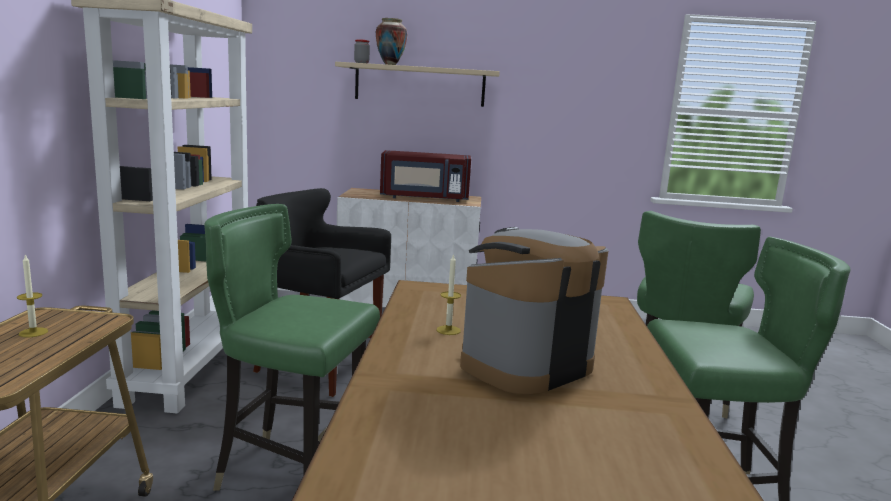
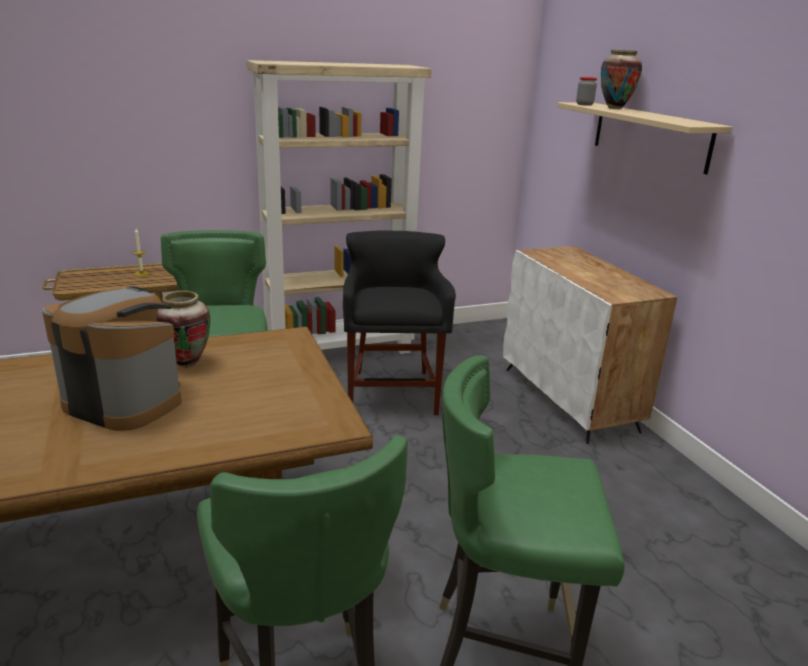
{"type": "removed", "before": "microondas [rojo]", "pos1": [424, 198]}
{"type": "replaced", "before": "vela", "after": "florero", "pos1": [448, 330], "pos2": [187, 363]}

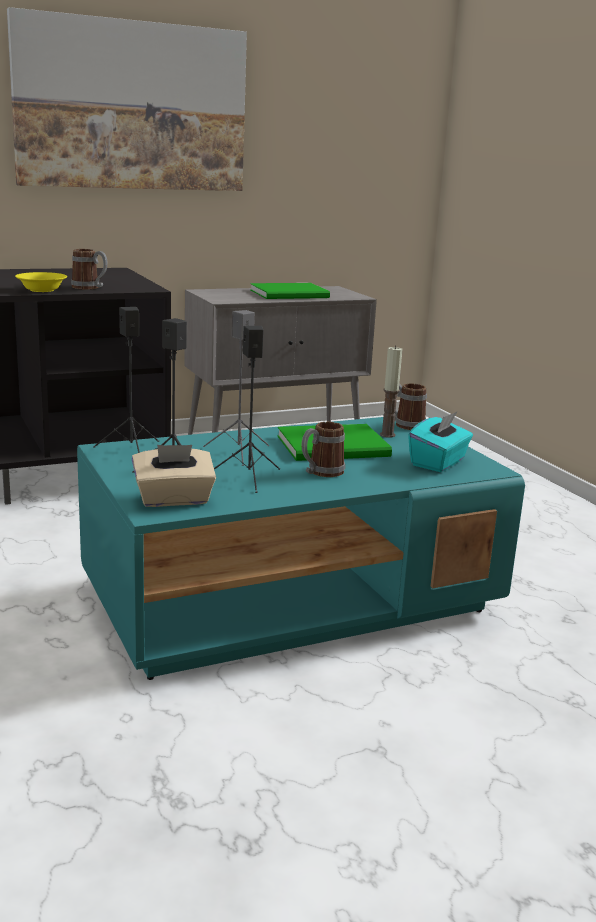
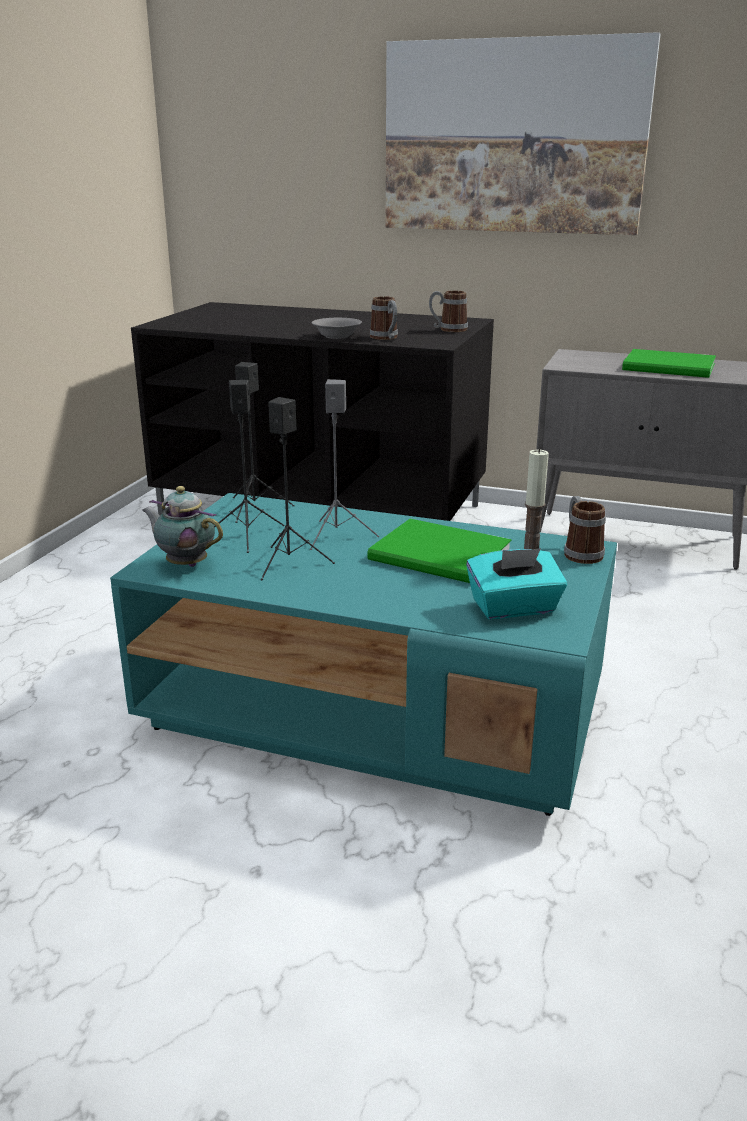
{"type": "recoloured", "before": "cuenco [amarillo]", "after": "cuenco [gris]", "pos1": [42, 290], "pos2": [336, 336]}
{"type": "replaced", "before": "caja de pañuelos [beis]", "after": "tetera", "pos1": [173, 499], "pos2": [185, 564]}
{"type": "moved", "before": "taza grande", "pos1": [321, 473], "pos2": [448, 329]}

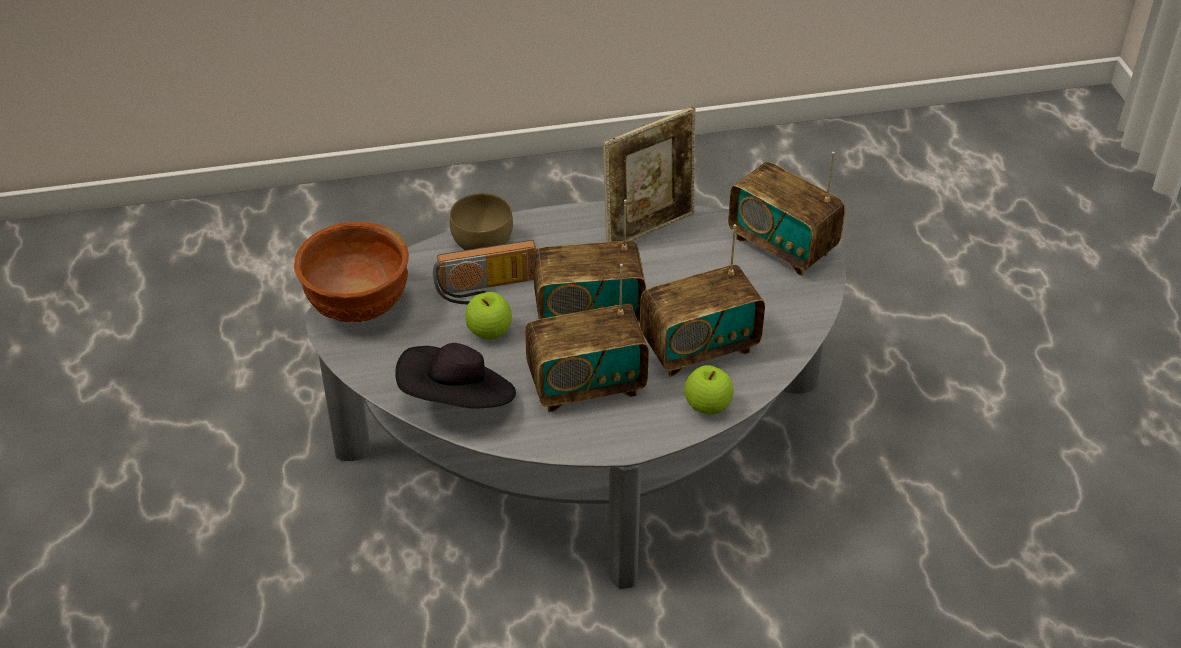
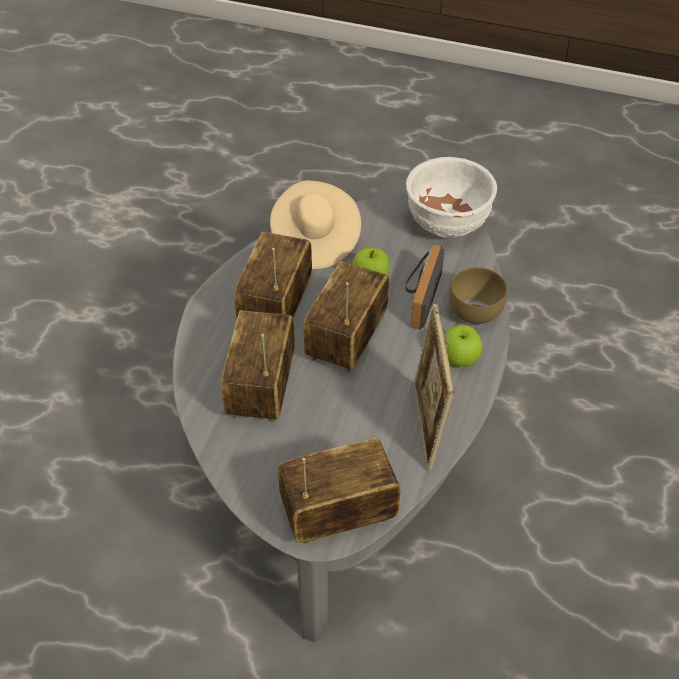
{"type": "recoloured", "before": "cuenco [marrón]", "after": "cuenco [blanco]", "pos1": [357, 306], "pos2": [447, 224]}
{"type": "recoloured", "before": "sombrero [negro]", "after": "sombrero [beis]", "pos1": [458, 401], "pos2": [314, 240]}
{"type": "moved", "before": "manzana", "pos1": [707, 406], "pos2": [459, 359]}

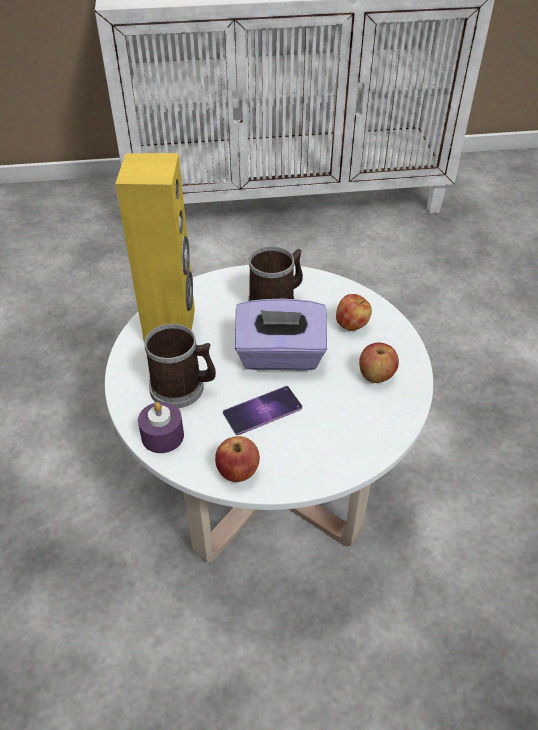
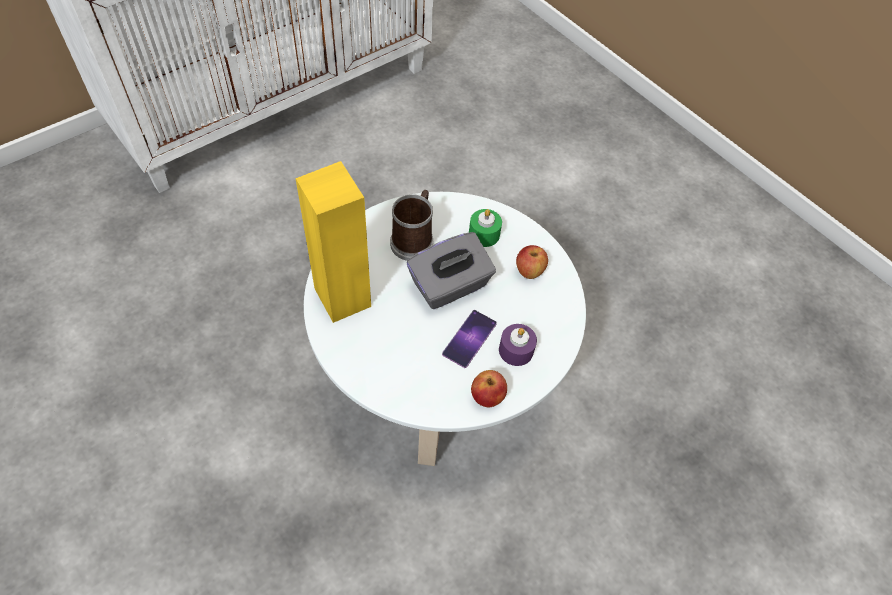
{"type": "moved", "before": "vela [morado]", "pos1": [162, 436], "pos2": [516, 350]}
{"type": "removed", "before": "taza grande", "pos1": [183, 388]}
{"type": "recoloured", "before": "caja de pañuelos [morado]", "after": "caja de pañuelos [gris]", "pos1": [280, 356], "pos2": [450, 286]}
{"type": "replaced", "before": "manzana", "after": "vela [verde]", "pos1": [352, 325], "pos2": [484, 234]}

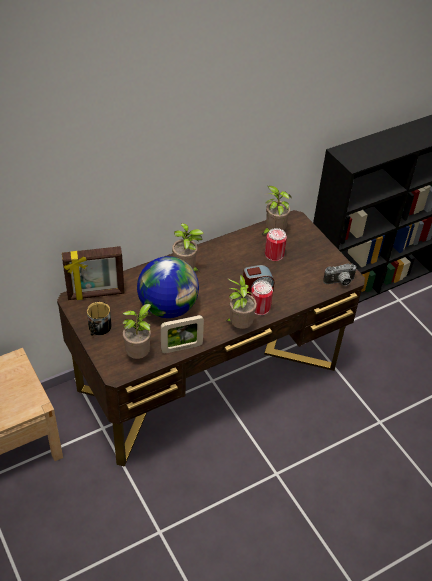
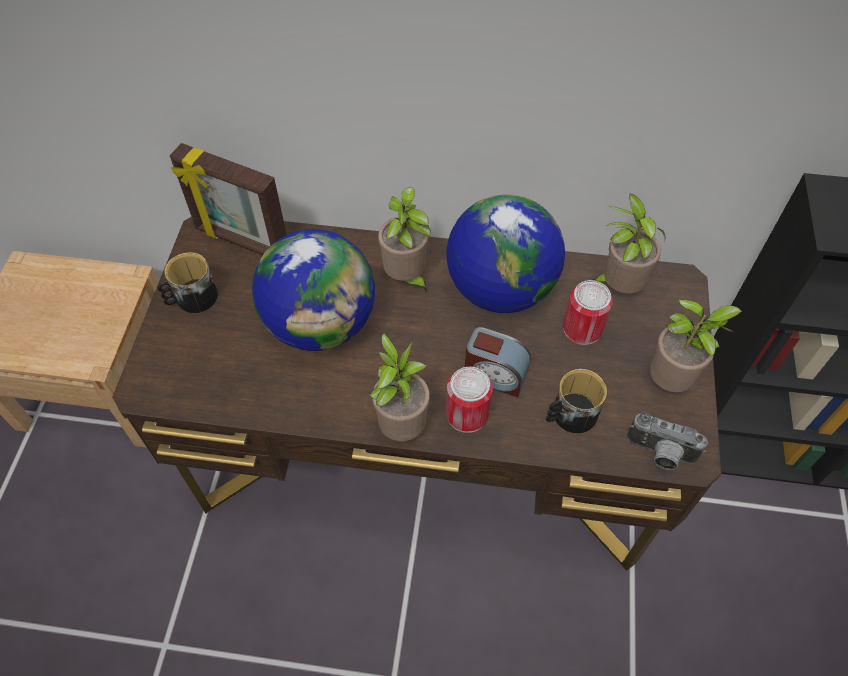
{"type": "moved", "before": "planta en maceta", "pos1": [139, 355], "pos2": [671, 382]}
{"type": "removed", "before": "portarretratos", "pos1": [181, 348]}
{"type": "added", "after": "globo terráqueo", "pos2": [499, 289]}
{"type": "added", "after": "taza grande", "pos2": [569, 415]}

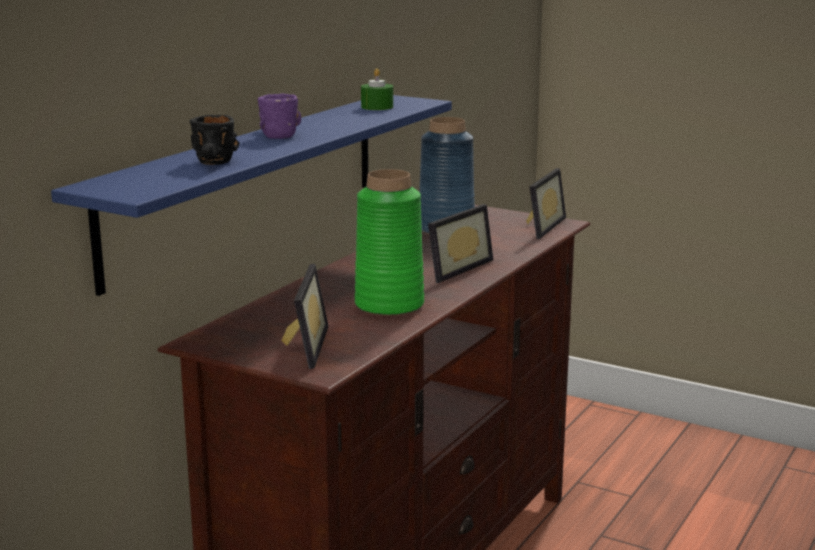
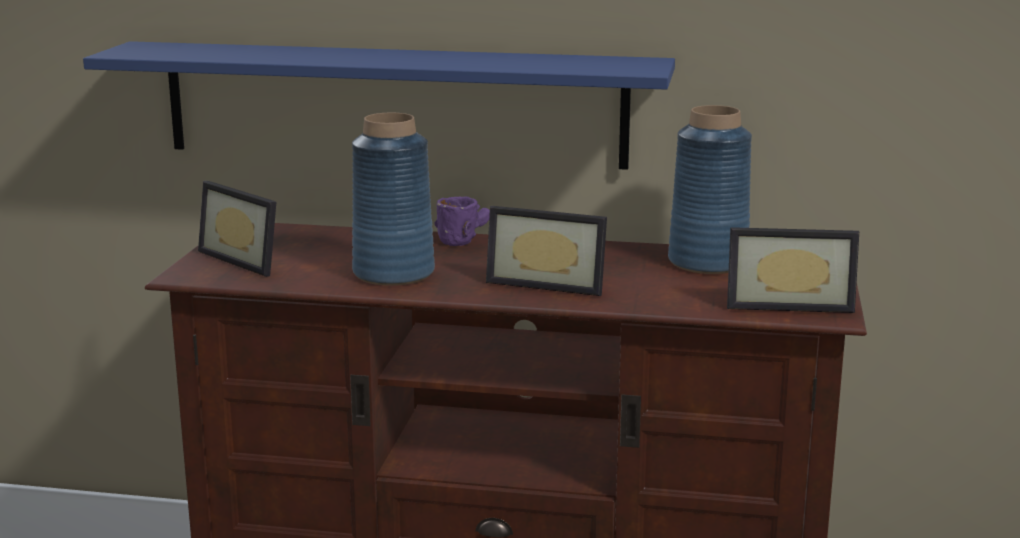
{"type": "removed", "before": "taza grande [negro]", "pos1": [215, 164]}
{"type": "moved", "before": "taza grande [morado]", "pos1": [273, 134], "pos2": [464, 238]}
{"type": "turned", "before": "portarretratos", "pos1": [301, 347], "pos2": [248, 259], "turn": 60}
{"type": "recoloured", "before": "florero [verde]", "after": "florero [azul]", "pos1": [389, 305], "pos2": [393, 273]}
{"type": "removed", "before": "vela [verde]", "pos1": [377, 107]}

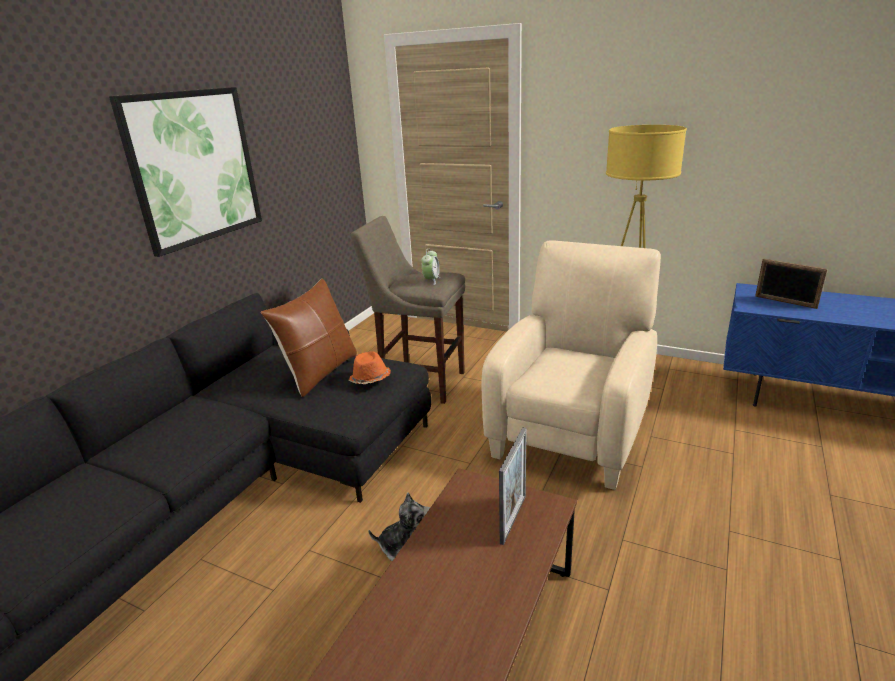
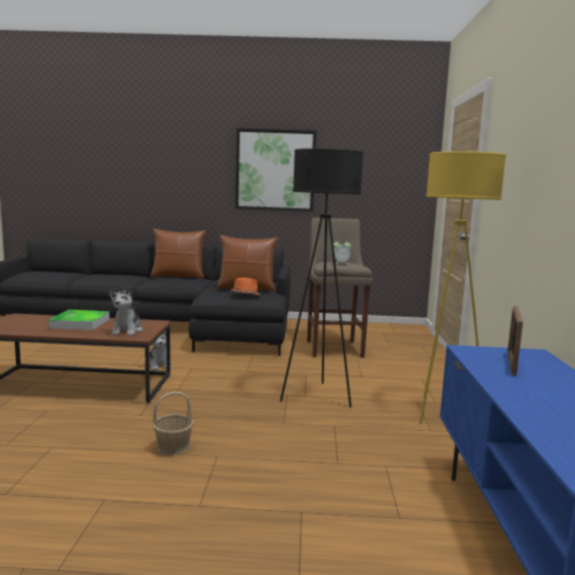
{"type": "replaced", "before": "sillón [beis]", "after": "lámpara de pie [negro]", "pos1": [573, 429], "pos2": [316, 397]}
{"type": "replaced", "before": "portarretratos", "after": "peluche", "pos1": [513, 519], "pos2": [127, 331]}
{"type": "added", "after": "bandeja", "pos2": [80, 323]}
{"type": "added", "after": "cojín [marrón]", "pos2": [178, 277]}
{"type": "added", "after": "cesta", "pos2": [173, 447]}

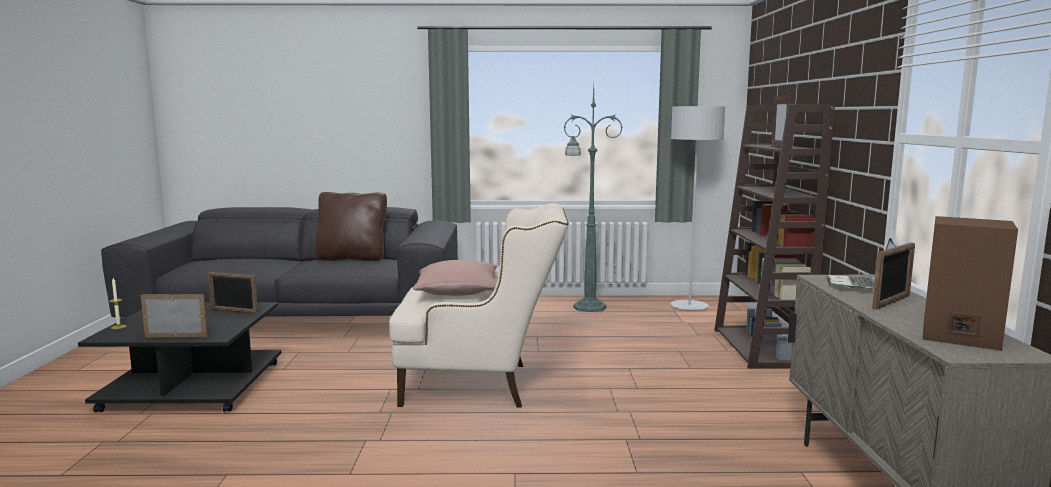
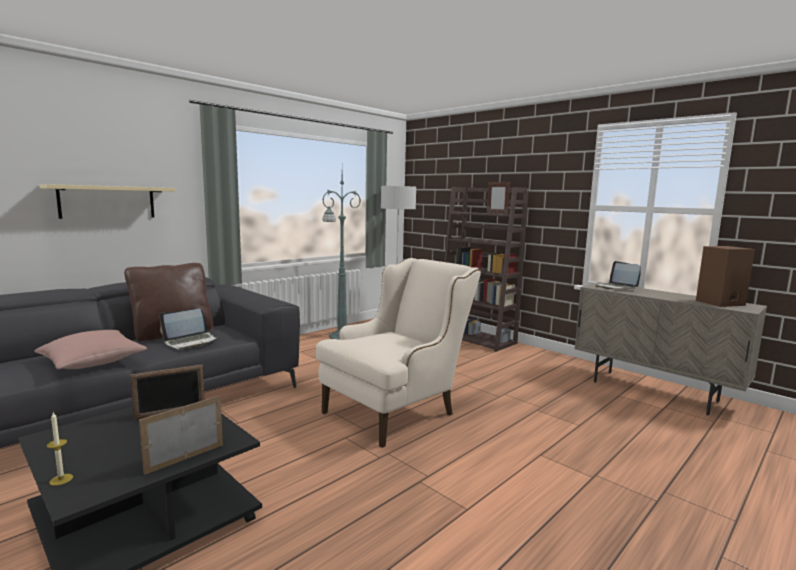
{"type": "moved", "before": "cojín [rosa]", "pos1": [457, 292], "pos2": [92, 362]}
{"type": "removed", "before": "portarretratos", "pos1": [891, 302]}
{"type": "added", "after": "estante [beis]", "pos2": [107, 202]}
{"type": "added", "after": "portátil", "pos2": [191, 341]}

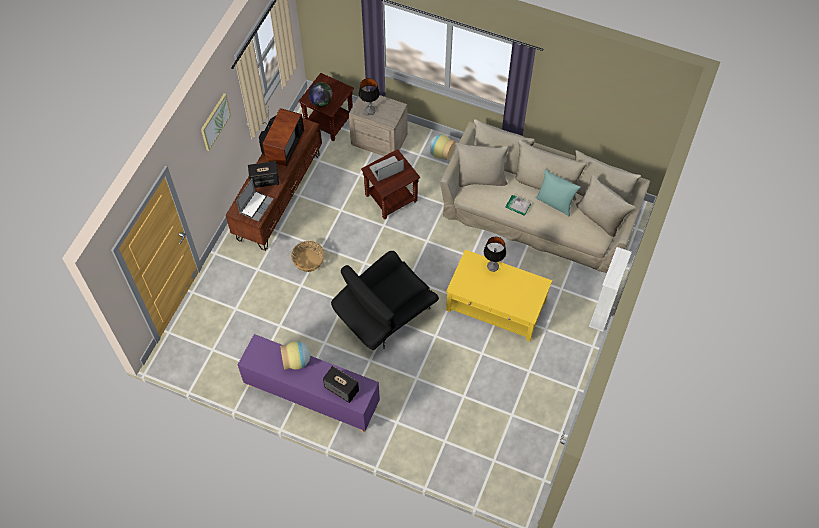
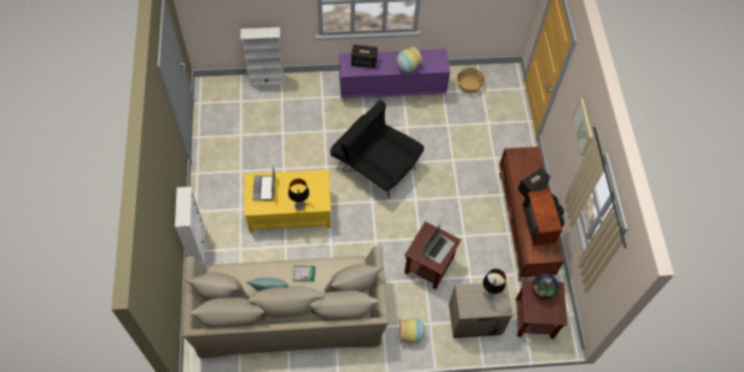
{"type": "moved", "before": "portátil", "pos1": [256, 206], "pos2": [264, 189]}
{"type": "moved", "before": "cesta", "pos1": [308, 260], "pos2": [469, 85]}
{"type": "turned", "before": "sillón [negro]", "pos1": [384, 314], "pos2": [375, 165], "turn": -75}
{"type": "added", "after": "estantería [blanco]", "pos2": [266, 80]}

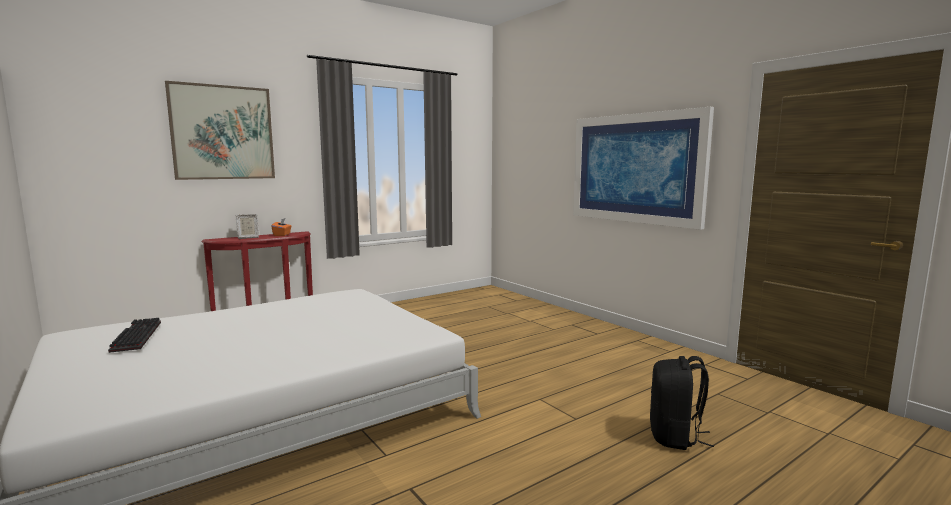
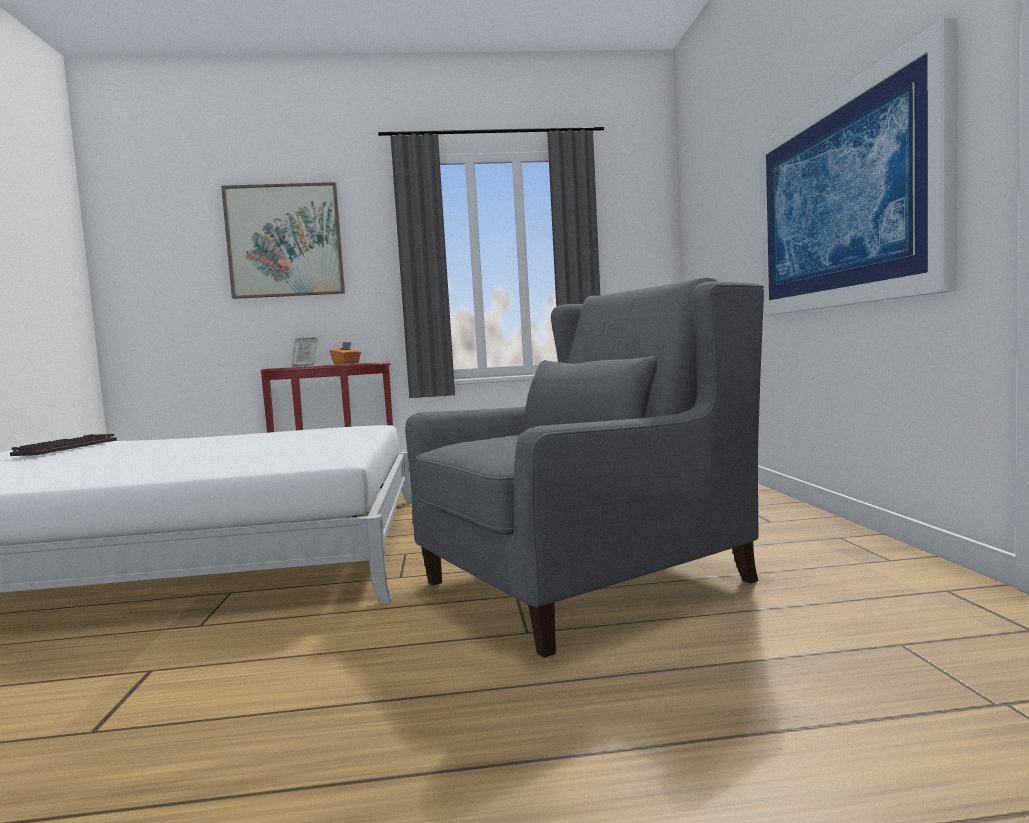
{"type": "removed", "before": "mochila [negro]", "pos1": [675, 437]}
{"type": "added", "after": "sillón [gris]", "pos2": [586, 583]}

